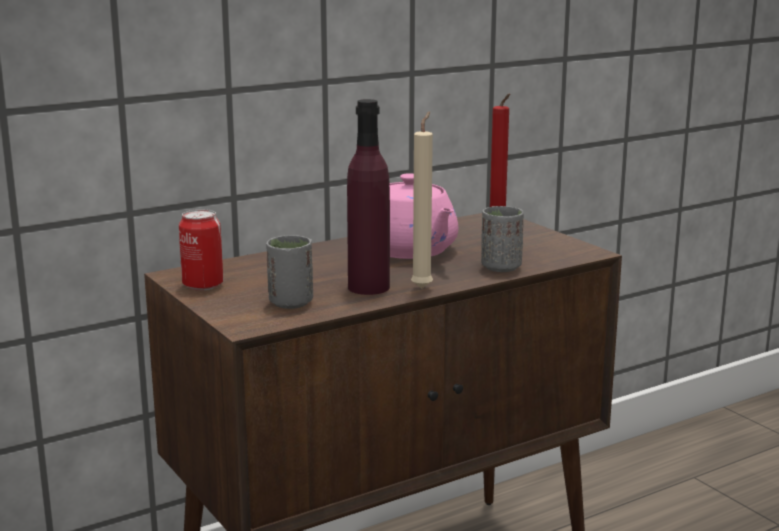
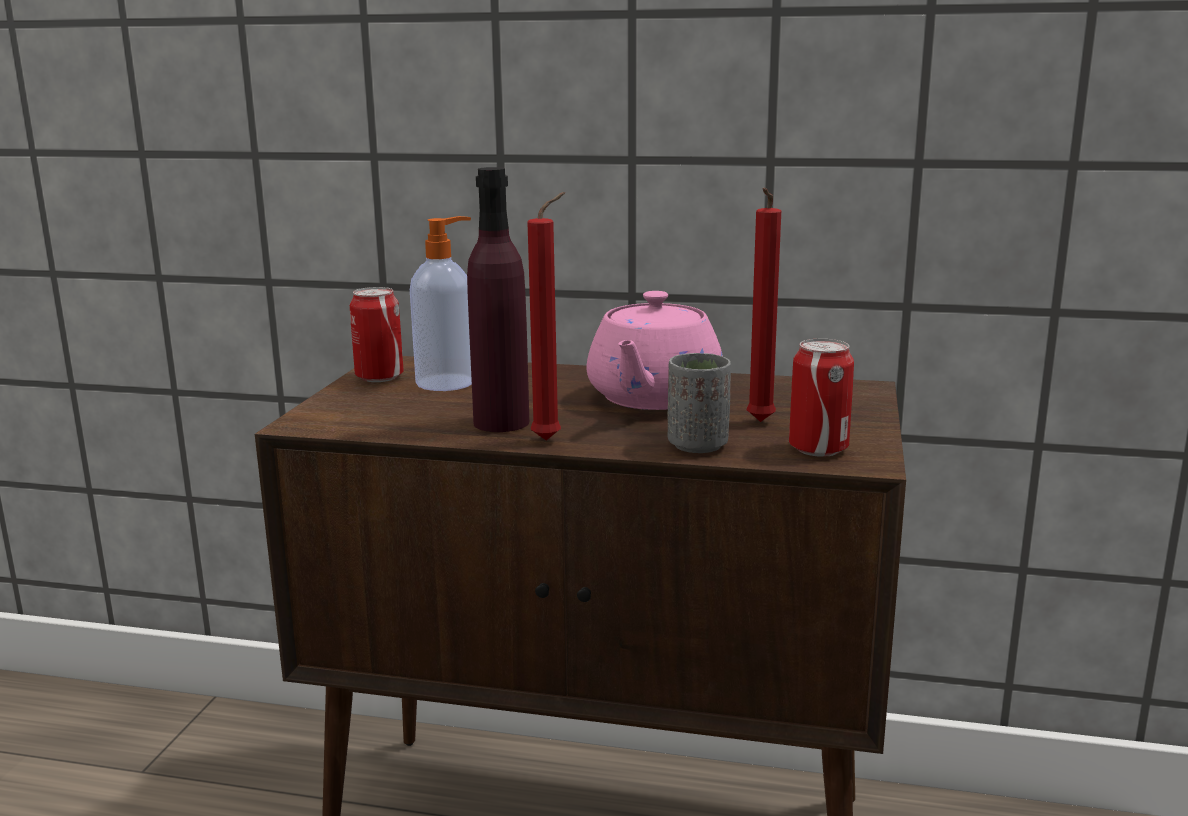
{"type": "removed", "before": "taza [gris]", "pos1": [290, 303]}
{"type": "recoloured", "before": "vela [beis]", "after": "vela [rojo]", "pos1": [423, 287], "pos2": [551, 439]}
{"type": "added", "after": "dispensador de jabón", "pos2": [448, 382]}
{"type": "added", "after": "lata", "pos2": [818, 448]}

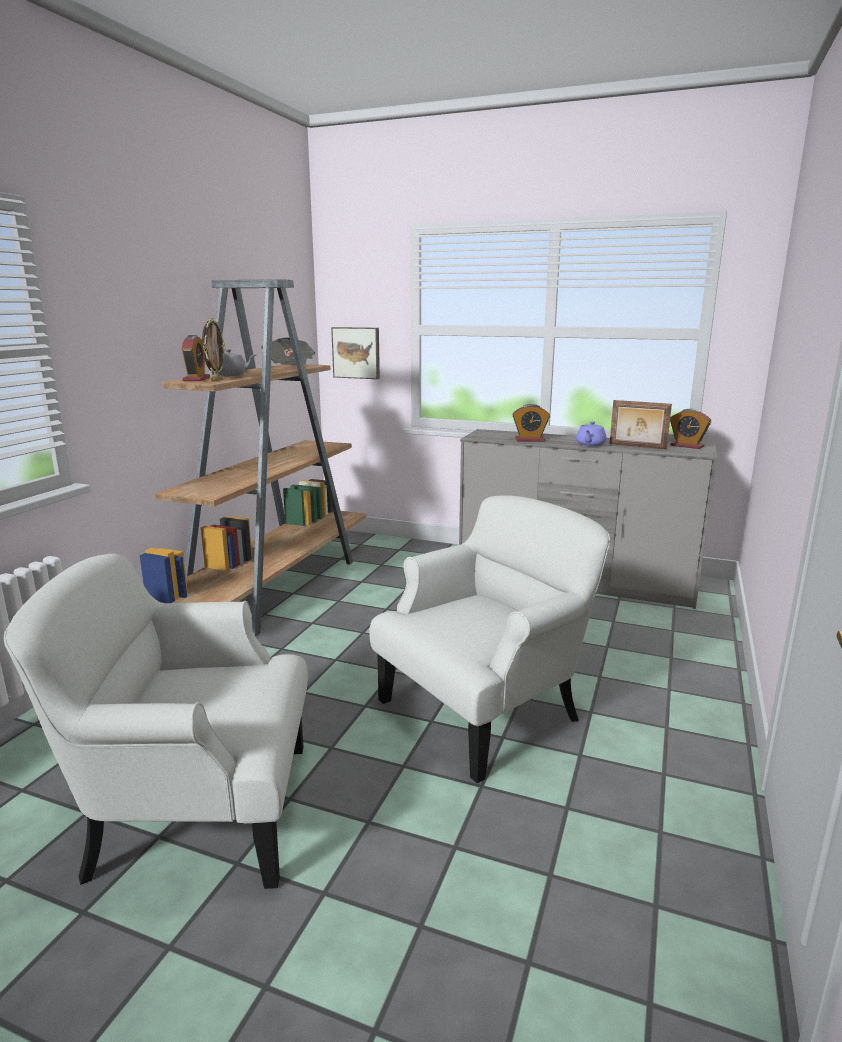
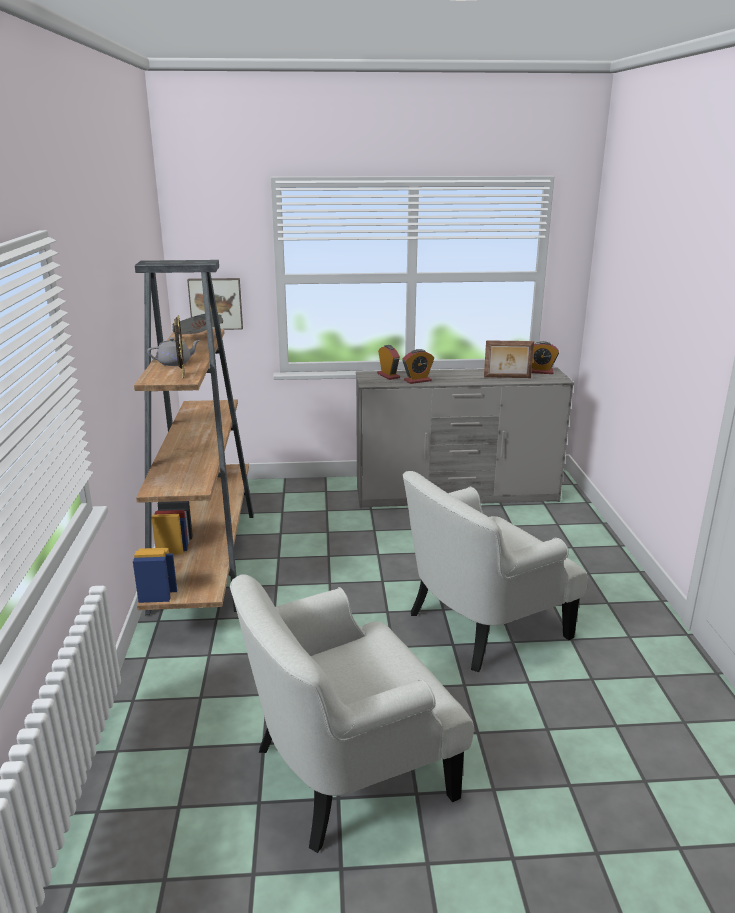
{"type": "moved", "before": "despertador", "pos1": [196, 379], "pos2": [388, 376]}
{"type": "turned", "before": "sillón [blanco]", "pos1": [485, 710], "pos2": [482, 624], "turn": -150}
{"type": "removed", "before": "tetera [morado]", "pos1": [590, 445]}

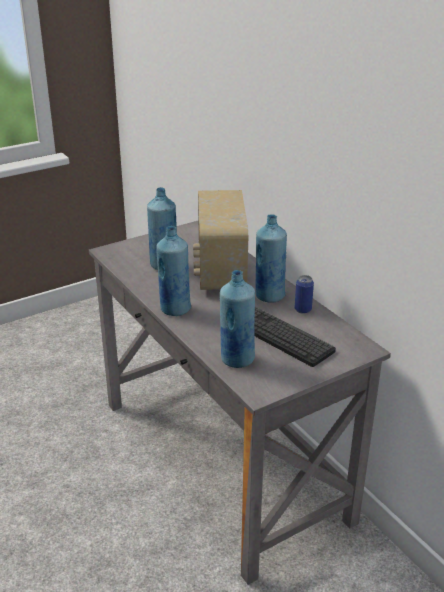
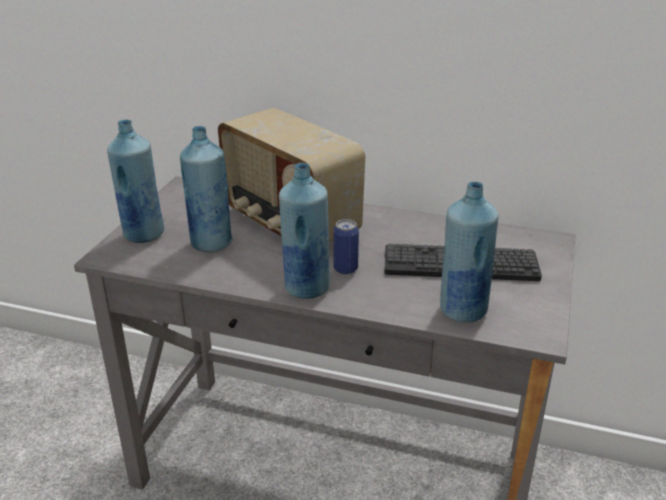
{"type": "moved", "before": "botella [azul]", "pos1": [269, 296], "pos2": [143, 234]}
{"type": "moved", "before": "lata", "pos1": [303, 309], "pos2": [345, 269]}

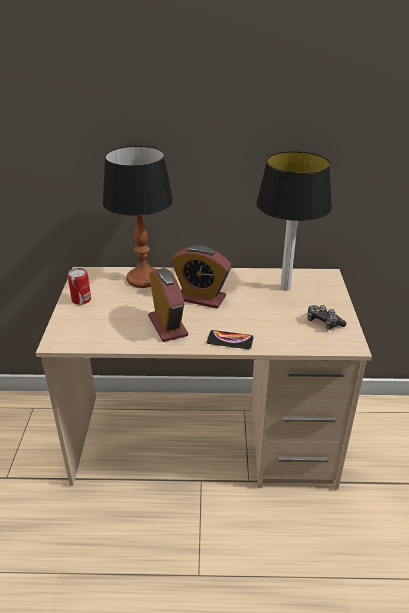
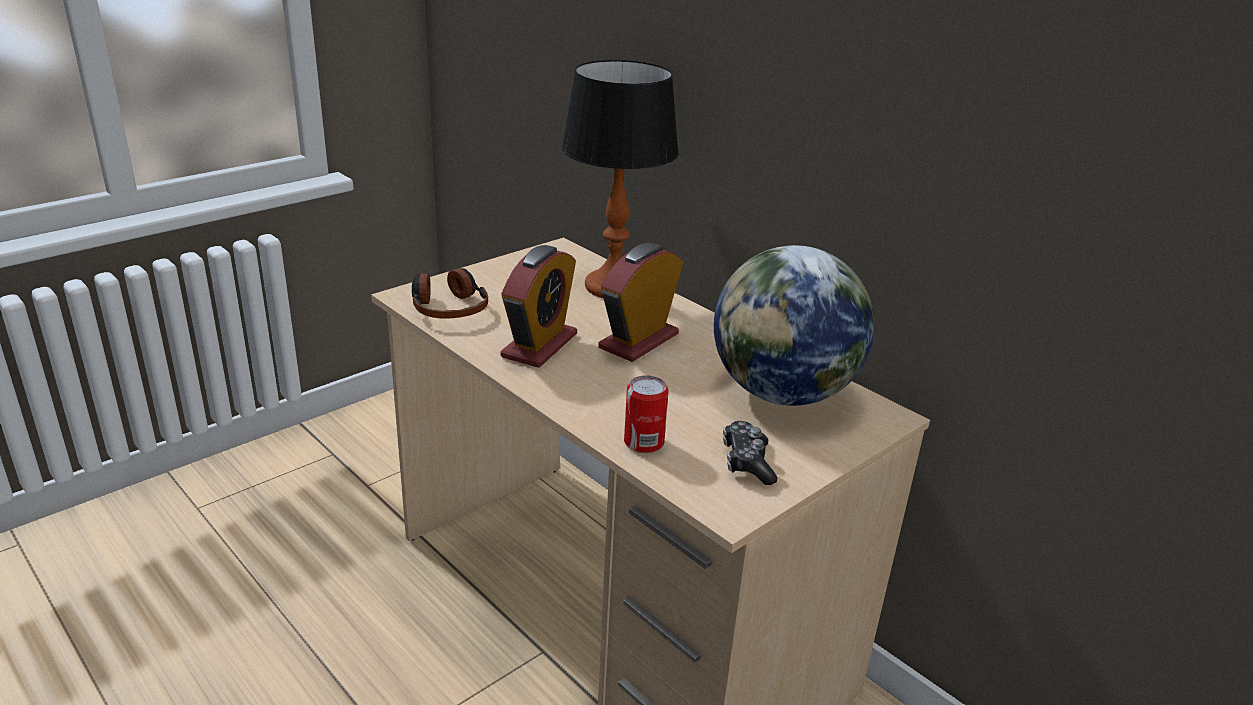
{"type": "moved", "before": "lata", "pos1": [81, 299], "pos2": [644, 442]}
{"type": "turned", "before": "despertador", "pos1": [201, 298], "pos2": [639, 341], "turn": 60}
{"type": "removed", "before": "móvil", "pos1": [230, 340]}
{"type": "replaced", "before": "lámpara de mesa", "after": "globo terráqueo", "pos1": [286, 287], "pos2": [783, 394]}
{"type": "added", "after": "auriculares", "pos2": [448, 307]}

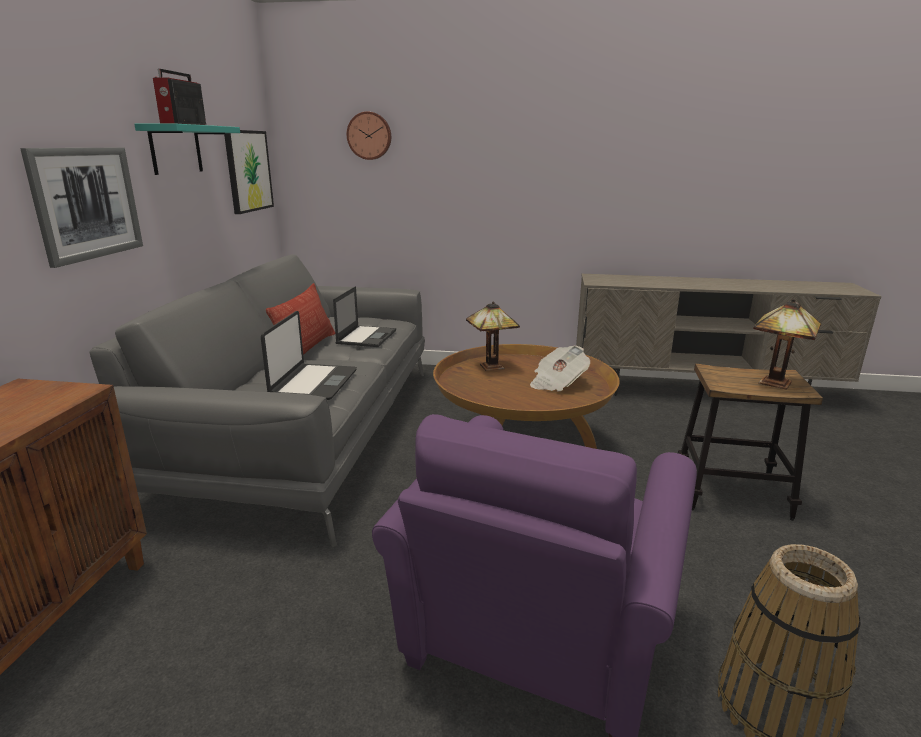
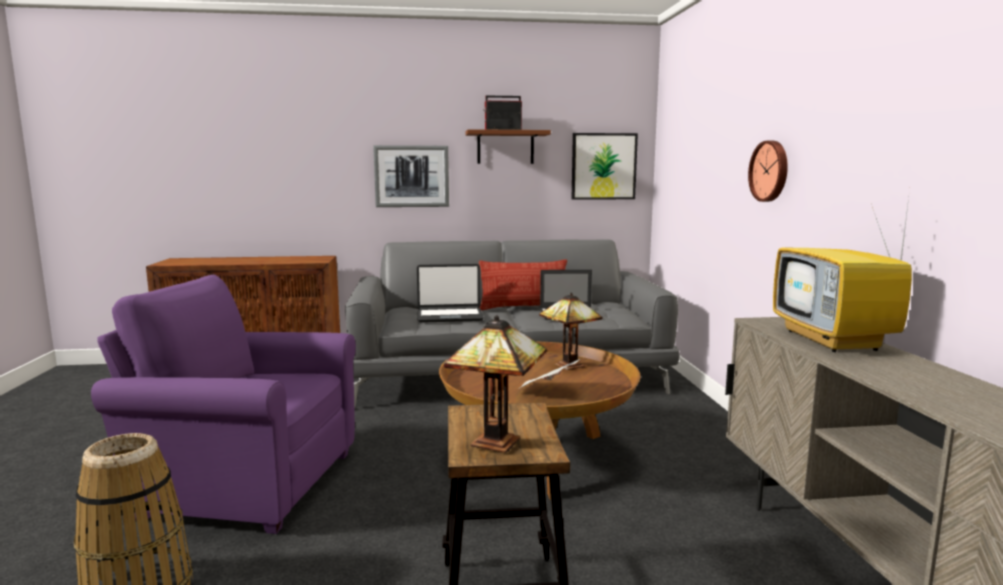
{"type": "recoloured", "before": "estante [turquesa]", "after": "estante [marrón]", "pos1": [176, 149], "pos2": [505, 147]}
{"type": "moved", "before": "reloj de pared", "pos1": [369, 136], "pos2": [770, 171]}
{"type": "added", "after": "televisor", "pos2": [834, 341]}

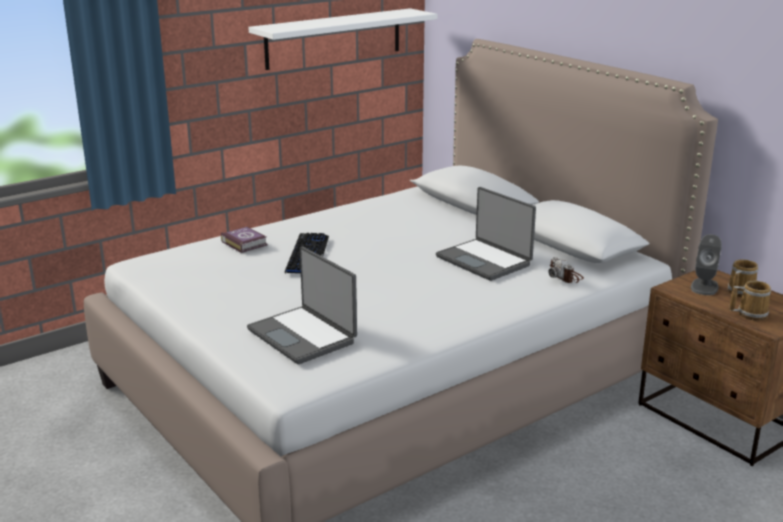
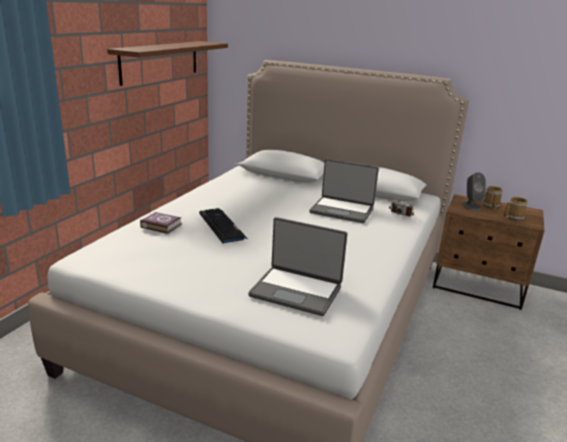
{"type": "recoloured", "before": "estante [blanco]", "after": "estante [marrón]", "pos1": [334, 38], "pos2": [160, 61]}

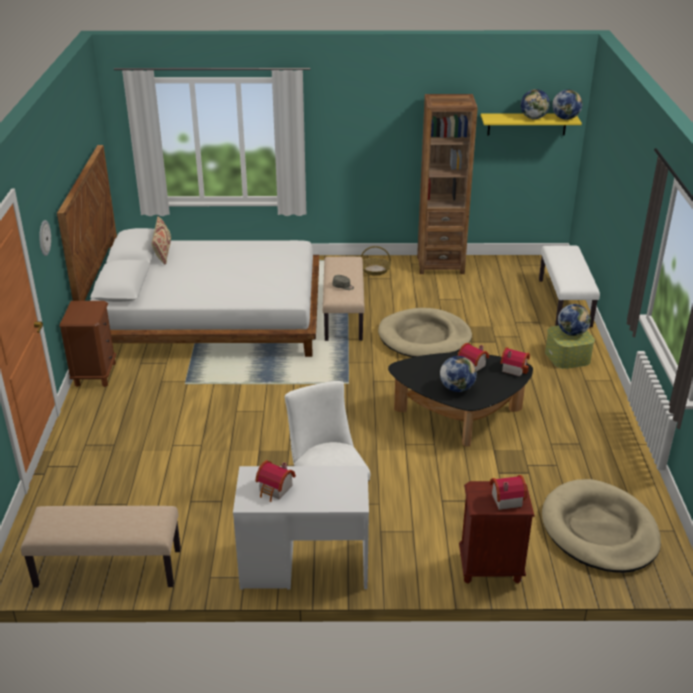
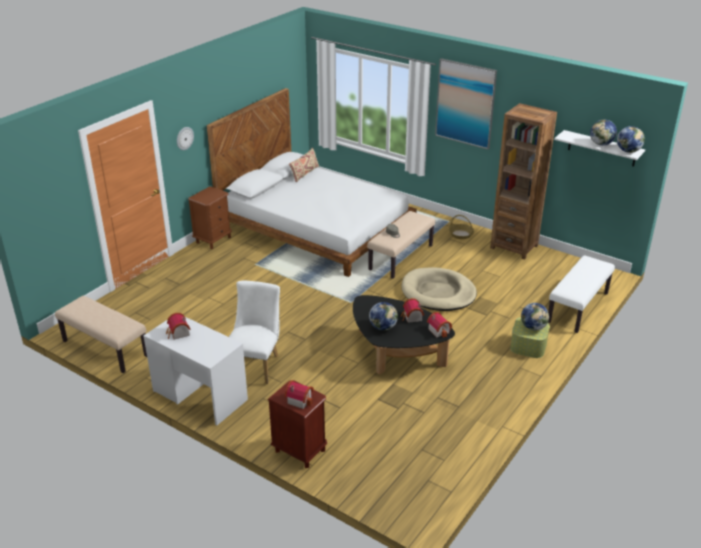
{"type": "recoloured", "before": "estante [amarillo]", "after": "estante [blanco]", "pos1": [527, 124], "pos2": [602, 148]}
{"type": "removed", "before": "cama para perro [beis]", "pos1": [599, 530]}
{"type": "added", "after": "cuadro", "pos2": [465, 103]}

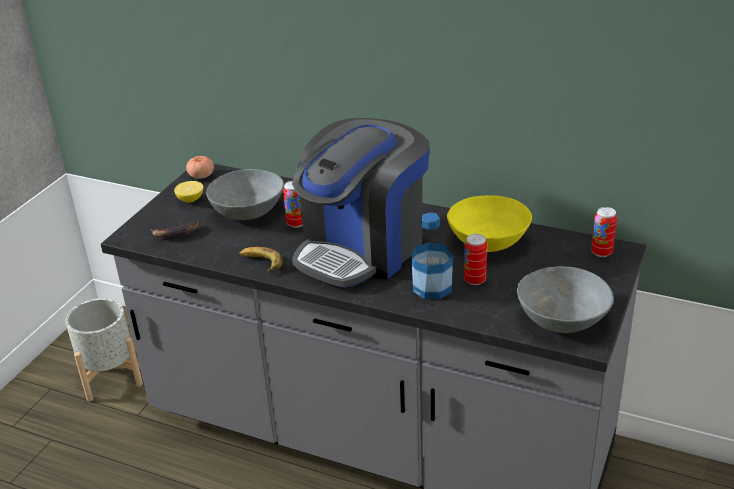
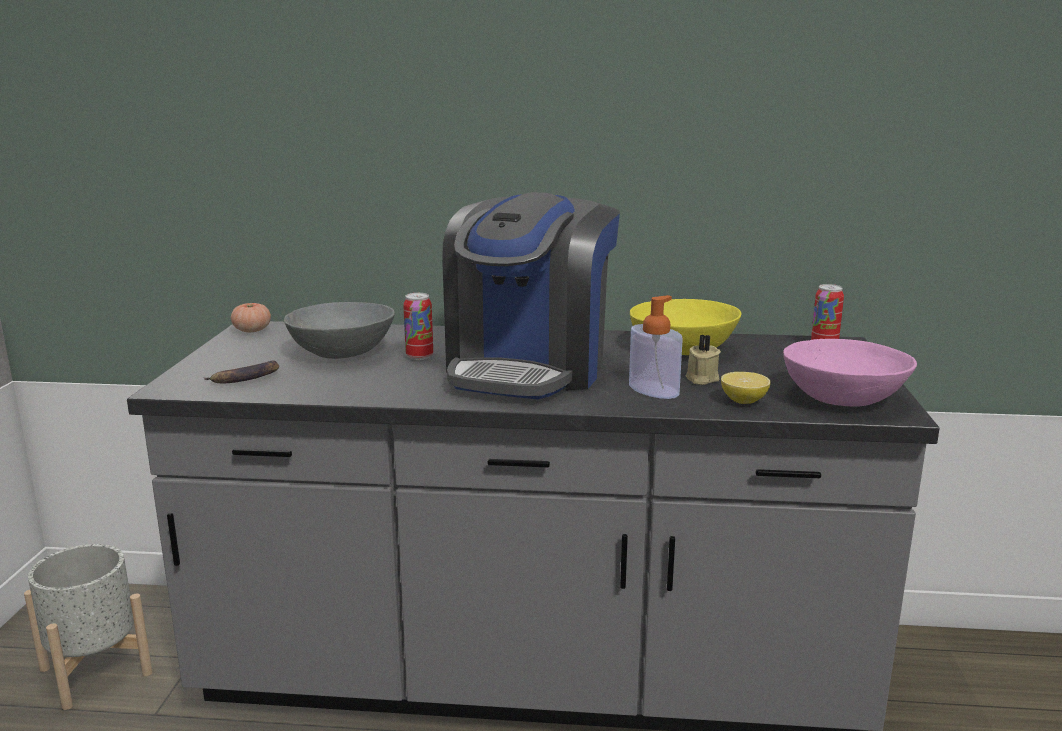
{"type": "moved", "before": "limón", "pos1": [190, 199], "pos2": [744, 401]}
{"type": "removed", "before": "plátano", "pos1": [261, 262]}
{"type": "replaced", "before": "botella", "after": "dispensador de jabón", "pos1": [432, 287], "pos2": [653, 390]}
{"type": "replaced", "before": "lata", "after": "vela [beis]", "pos1": [475, 280], "pos2": [701, 379]}
{"type": "recoloured", "before": "cuenco [gris]", "after": "cuenco [rosa]", "pos1": [562, 320], "pos2": [844, 399]}

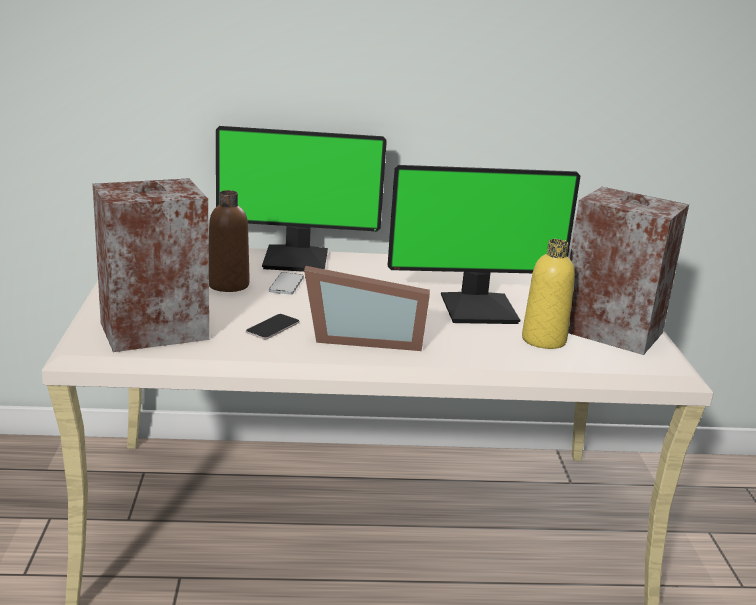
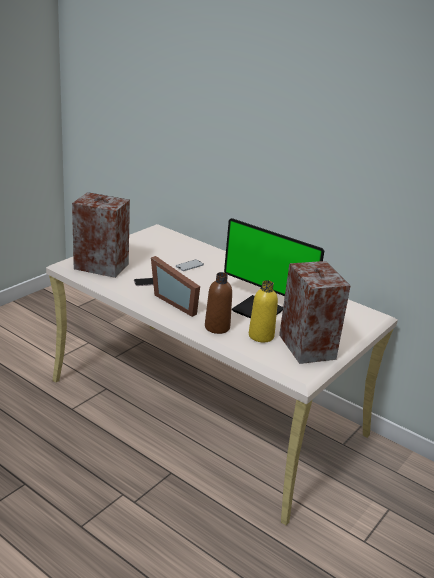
{"type": "moved", "before": "botella [marrón]", "pos1": [228, 285], "pos2": [217, 327]}
{"type": "removed", "before": "monitor", "pos1": [297, 259]}

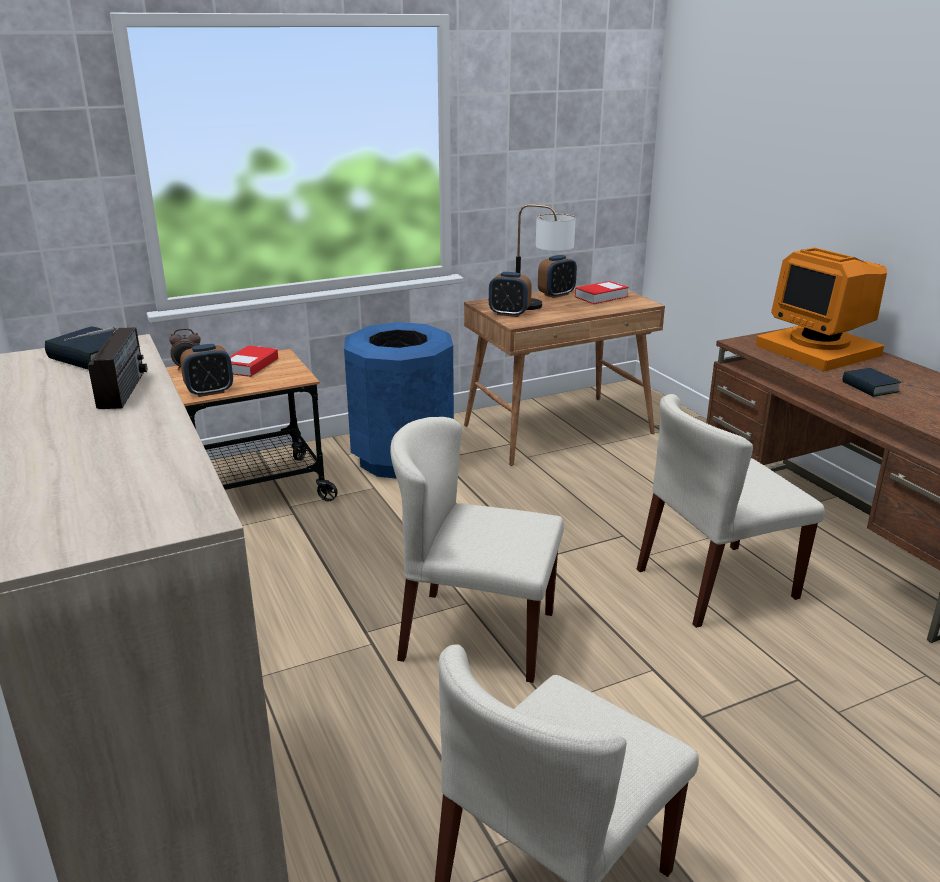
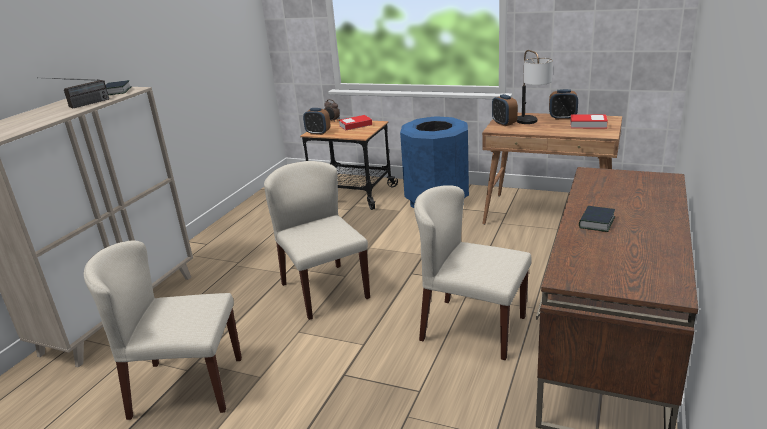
{"type": "removed", "before": "monitor", "pos1": [820, 350]}

